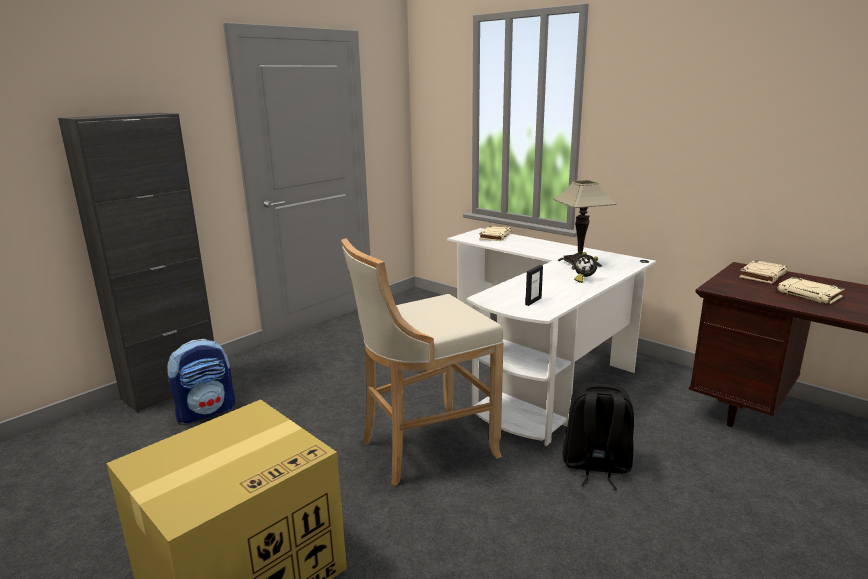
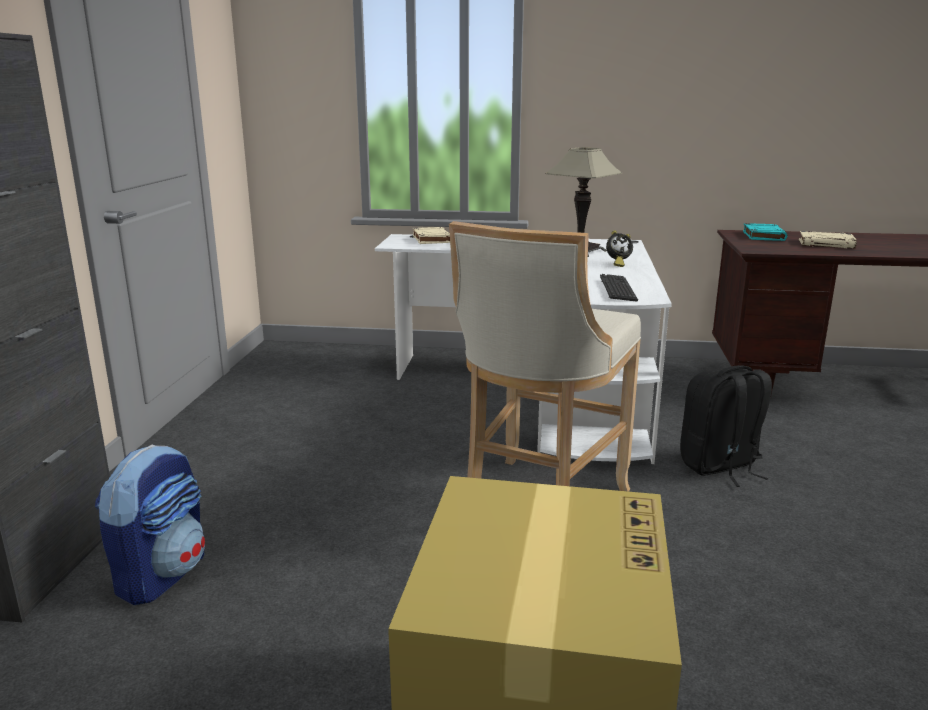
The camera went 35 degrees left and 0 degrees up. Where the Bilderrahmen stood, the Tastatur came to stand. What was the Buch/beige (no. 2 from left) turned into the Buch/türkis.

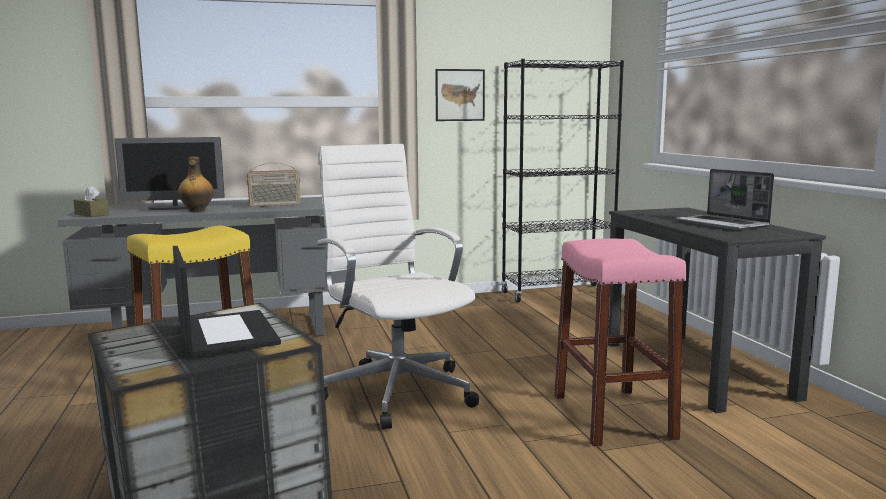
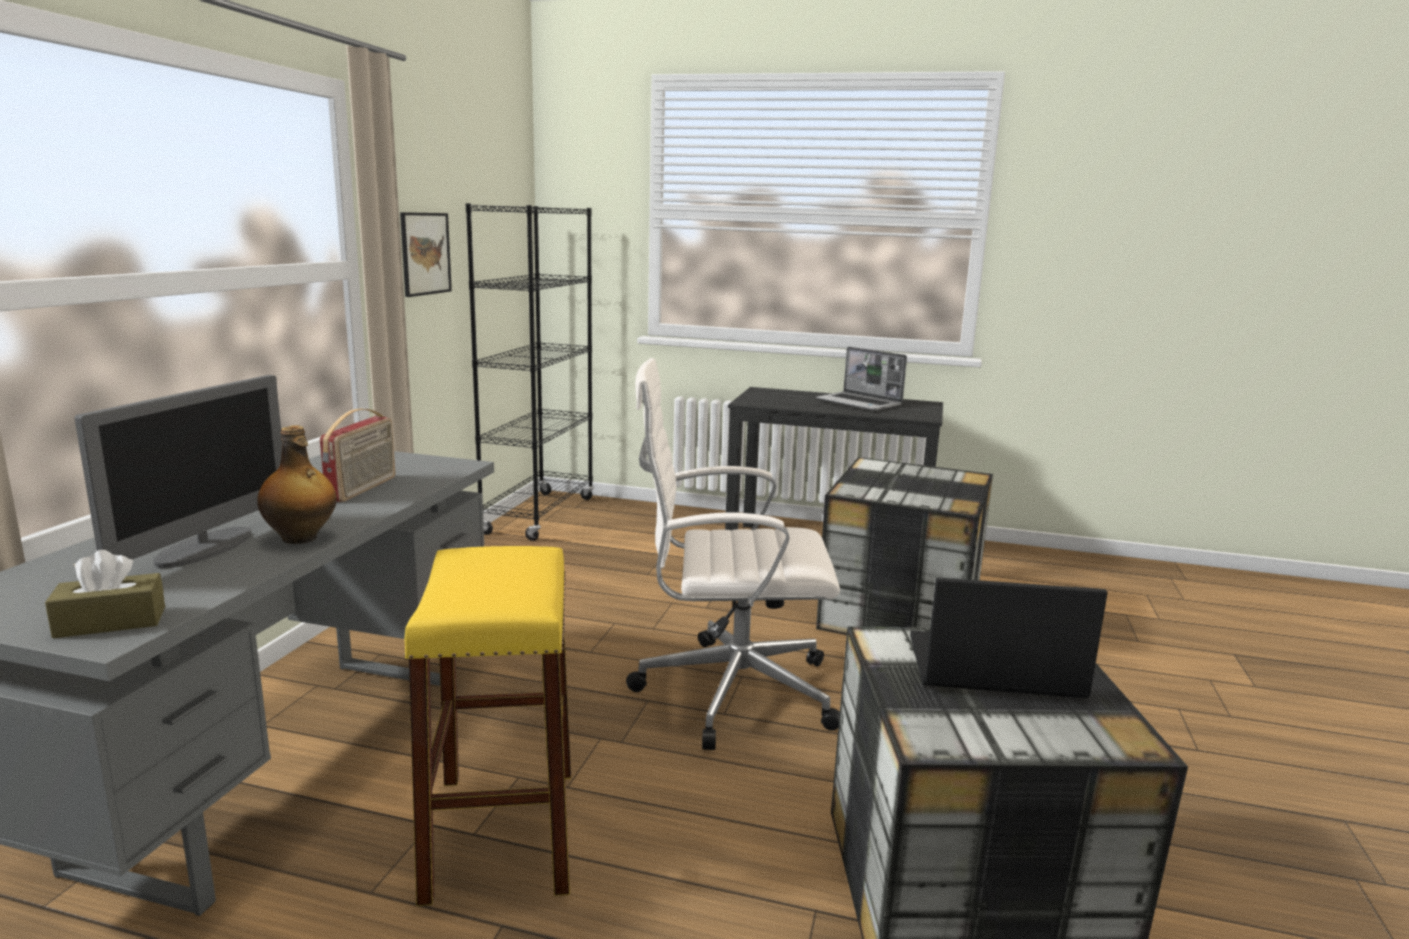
The camera went 60 degrees left and 5 degrees up. The Laptop (no. 2 from left in the first image) ended up facing another way, 45 degrees clockwise from before. Where the Hocker/rosa stood, the Aufbewahrungsbox (no. 1 from left) came to stand.

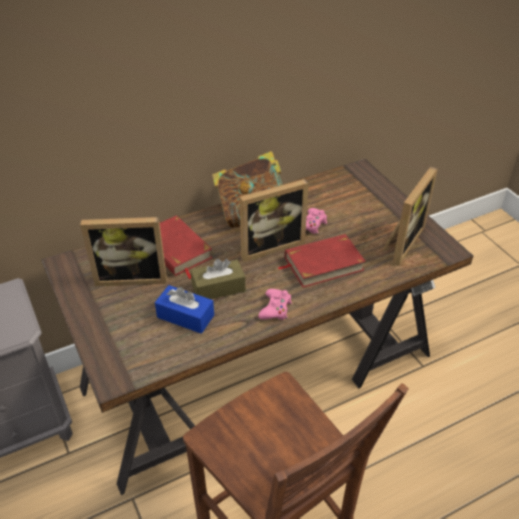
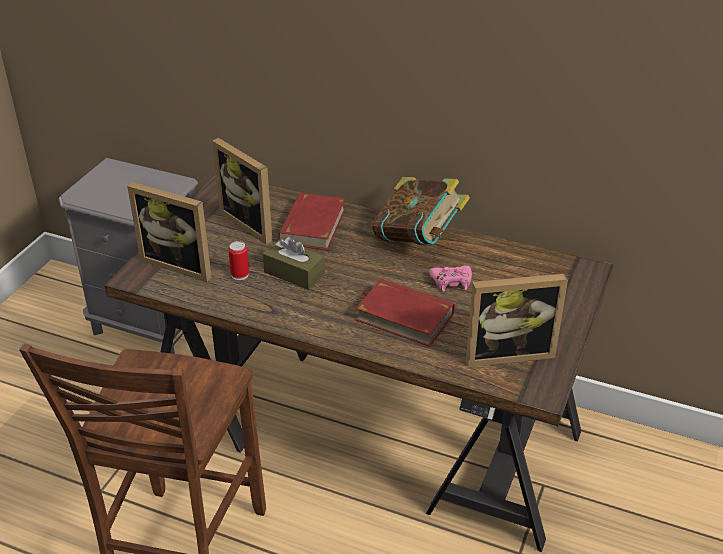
The camera went 50 degrees right and 5 degrees down. The Bilderrahmen (no. 2 from left in the first image) ended up elsewhere. Where the Taschentuchbox/blau stood, the Dose came to stand. The second view lost the Gamepad/rosa (no. 1 from left).

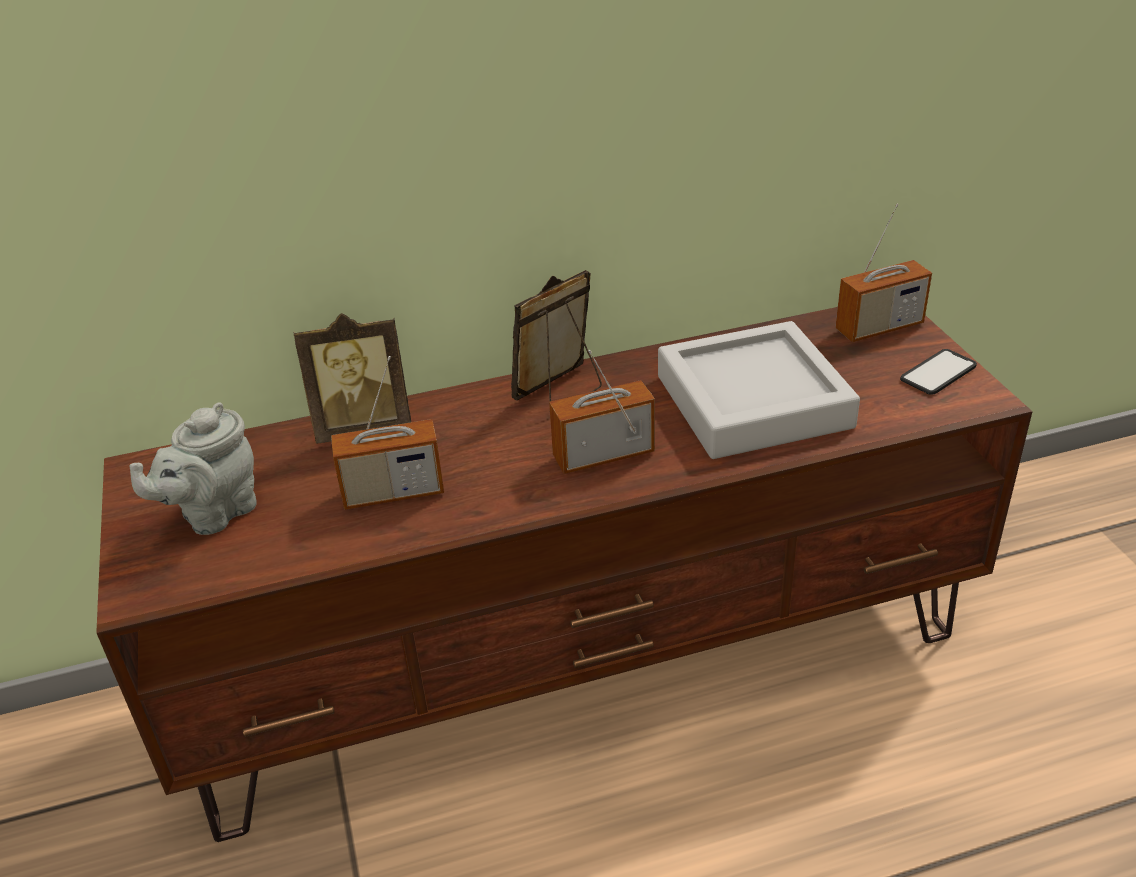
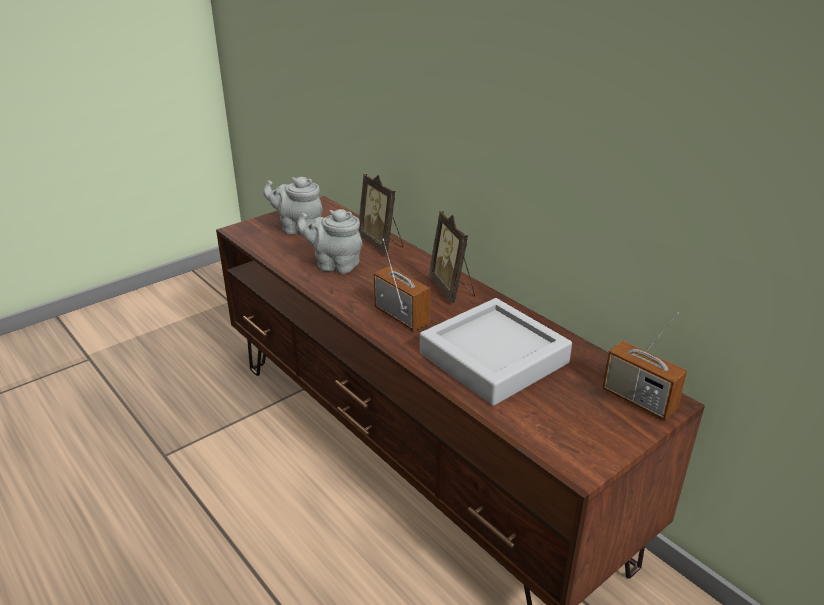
The camera went 65 degrees right and 5 degrees down. Where the Radio (no. 1 from left) stood, the Teekanne/grau (no. 2 from left) came to stand. The Bilderrahmen (no. 2 from left) ended up facing another way, 135 degrees counterclockwise from before. The second view lost the Handy.

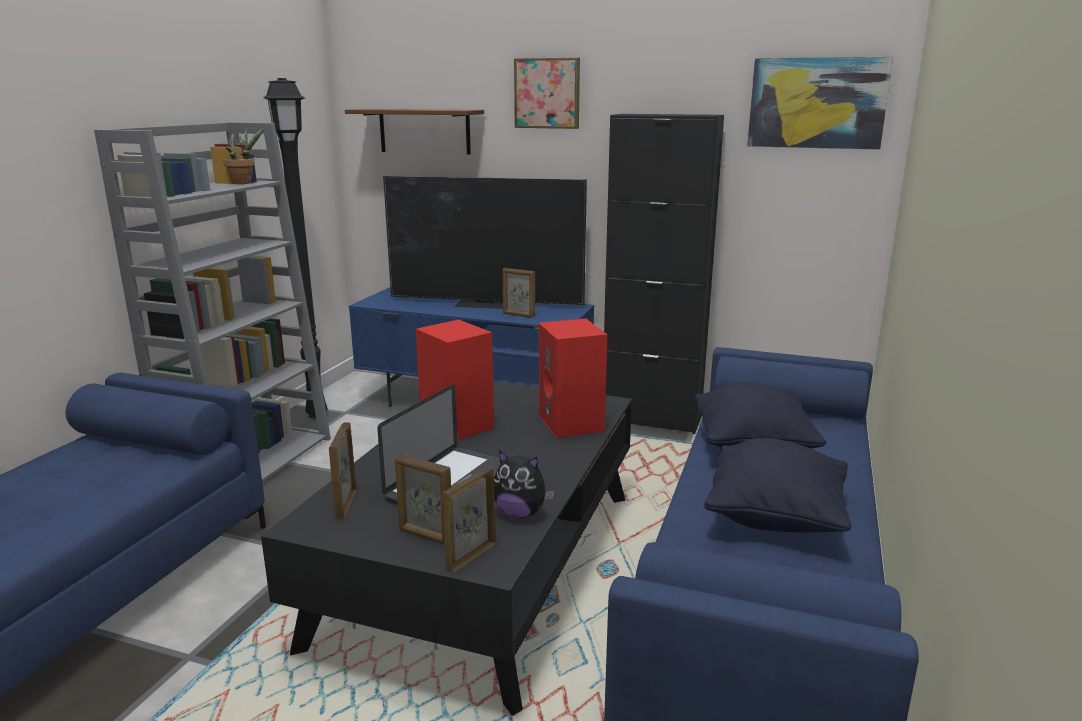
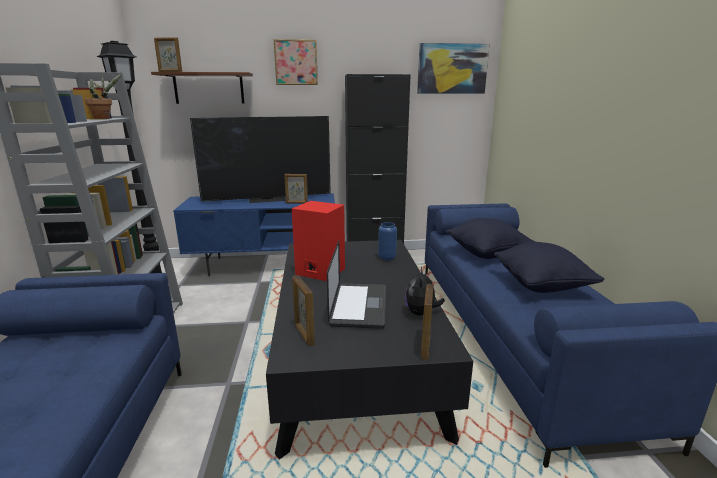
The camera went 25 degrees left and 0 degrees up. The Bilderrahmen (no. 2 from left in the first image) ended up elsewhere. Where the Lautsprecher/rot (no. 2 from left) stood, the Vase/blau came to stand. The Plüschtier ended up facing another way, 105 degrees clockwise from before.

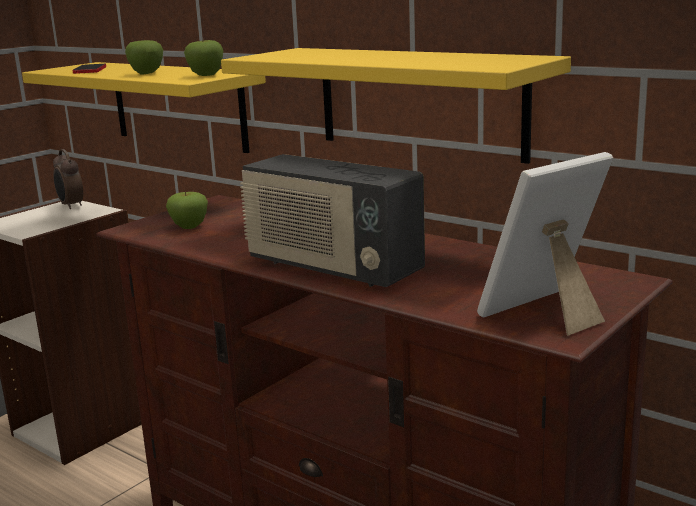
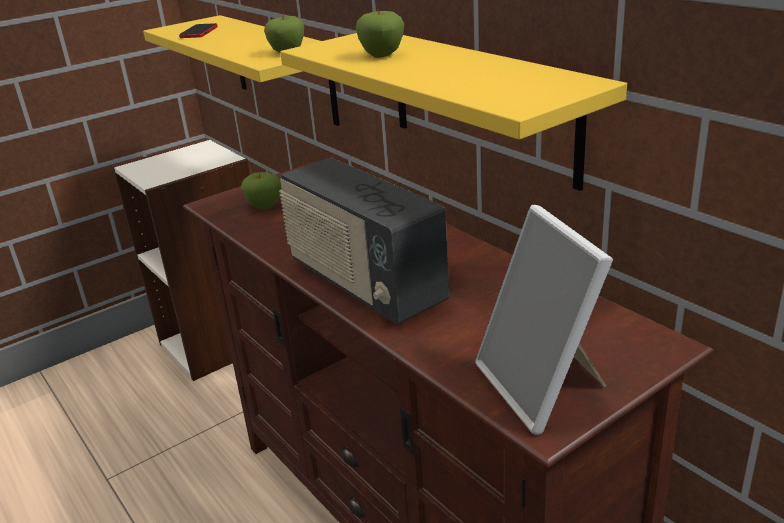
The camera went 15 degrees right and 10 degrees up. The Apfel (no. 1 from left in the first image) ended up elsewhere. The Bilderrahmen ended up facing another way, 90 degrees counterclockwise from before. The second view lost the Wecker.

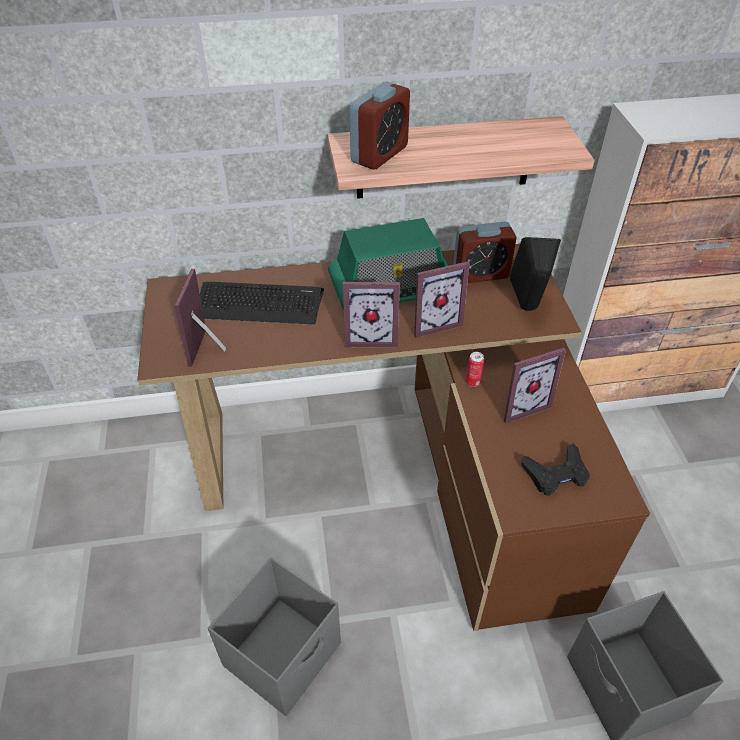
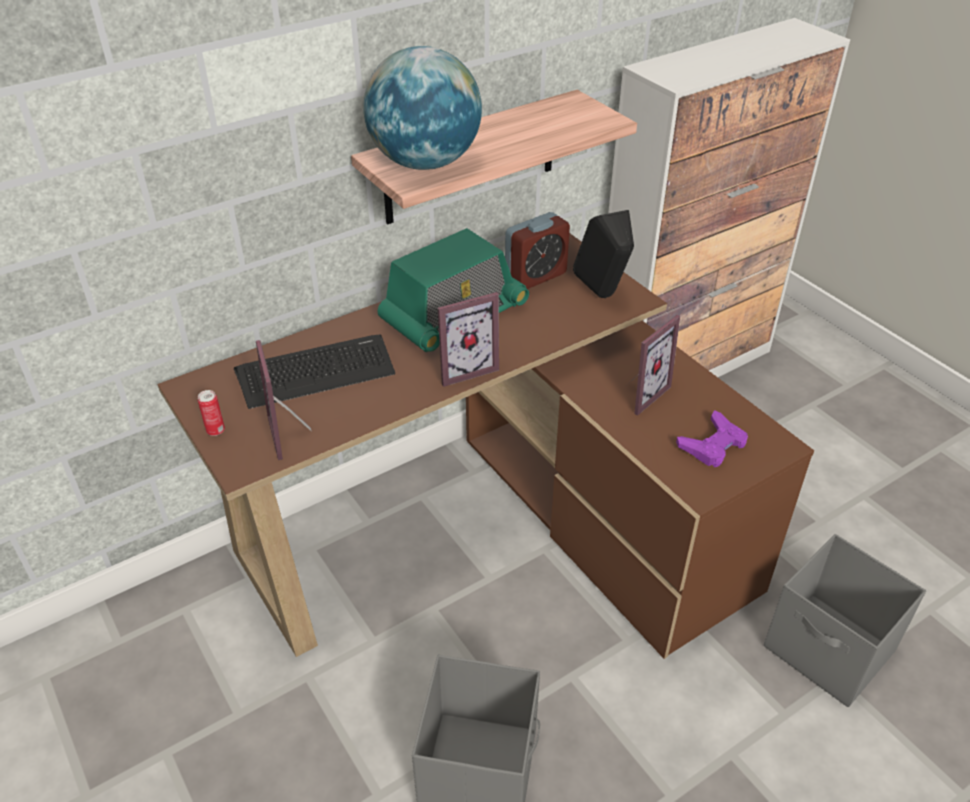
The camera went 25 degrees left and 5 degrees down. The Dose ended up elsewhere. Where the Wecker (no. 1 from left) stood, the Globus came to stand. What was the Gamepad/schwarz turned into the Gamepad/lila. The second view lost the Bilderrahmen (no. 3 from left).

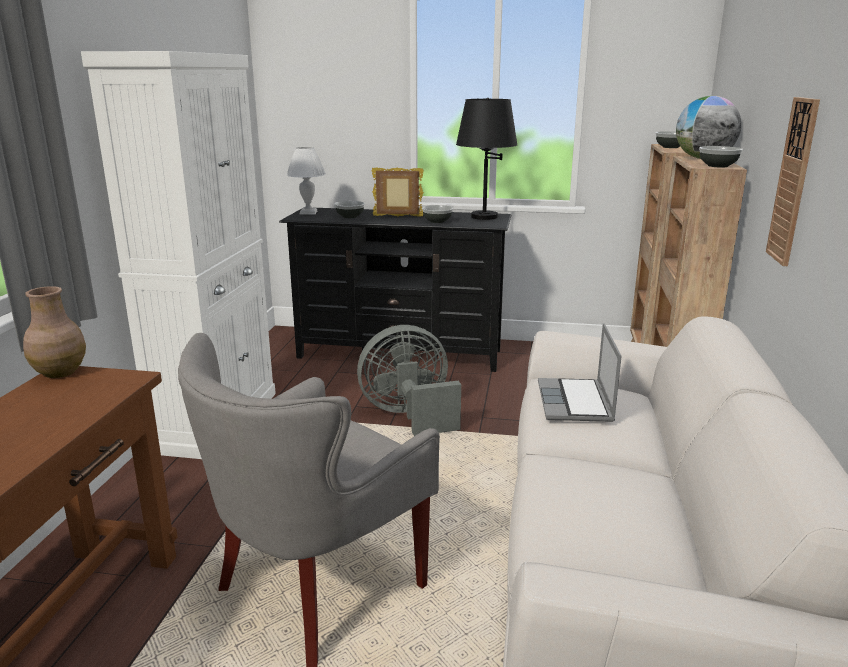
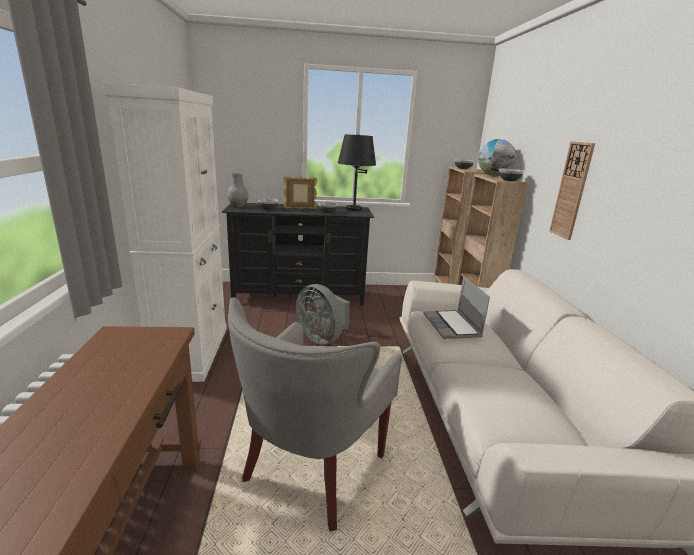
The camera went 15 degrees left and 0 degrees up. Where the Tischlampe/weiß stood, the Vase/grau came to stand. The Ventilator/grau ended up facing another way, 105 degrees counterclockwise from before. The second view lost the Vase/braun.

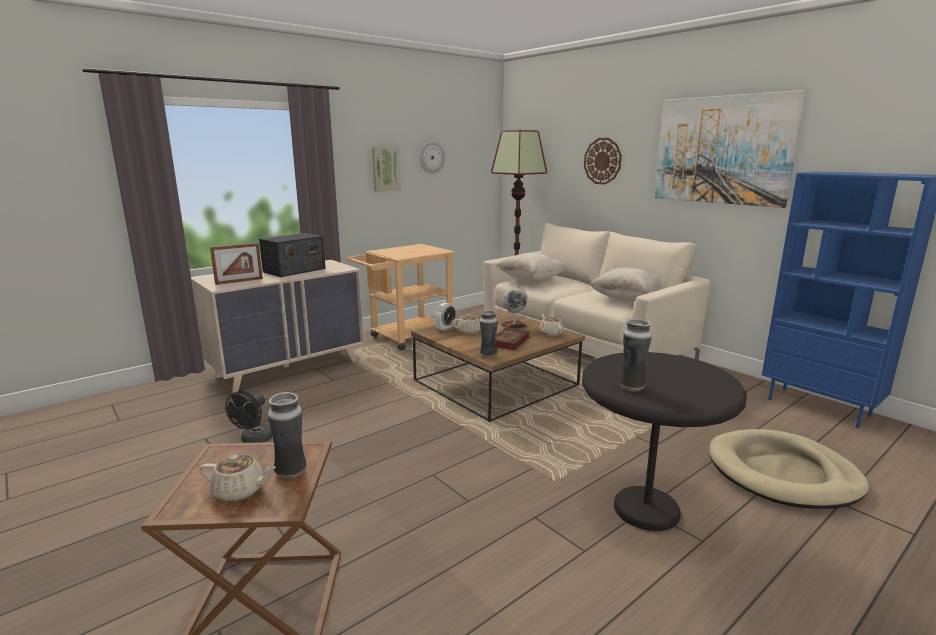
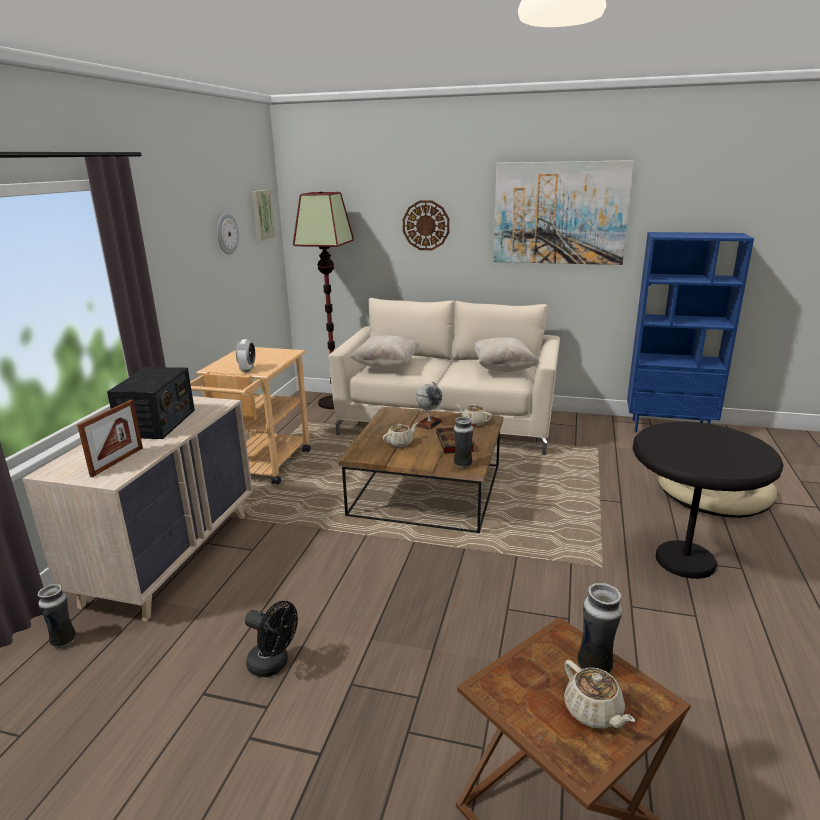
The camera went 35 degrees left and 5 degrees up. The Vase (no. 3 from left in the first image) ended up elsewhere. The Wecker ended up elsewhere. The Ventilator/schwarz ended up facing another way, 45 degrees counterclockwise from before. The Bild (no. 1 from left) ended up elsewhere. The Teekanne/beige (no. 1 from left in the first image) ended up facing another way, 90 degrees clockwise from before.

